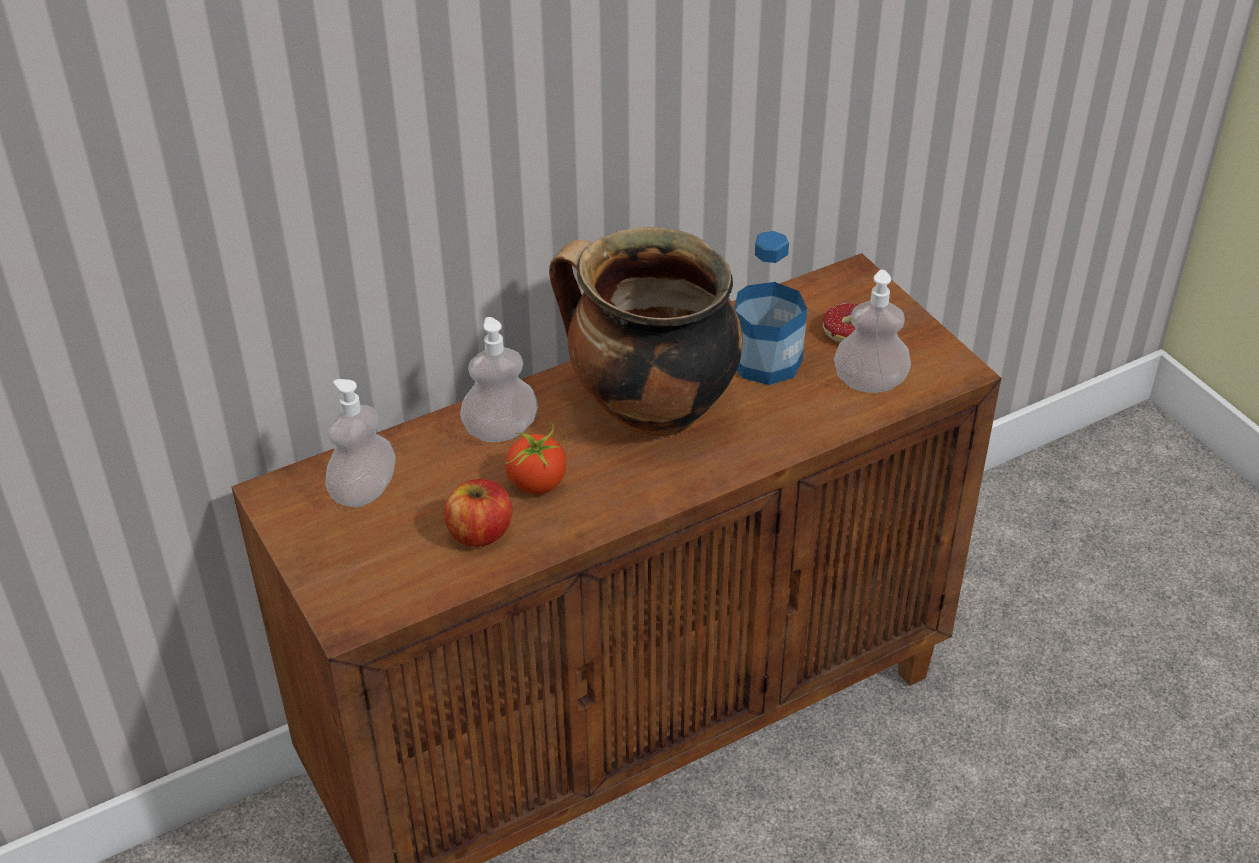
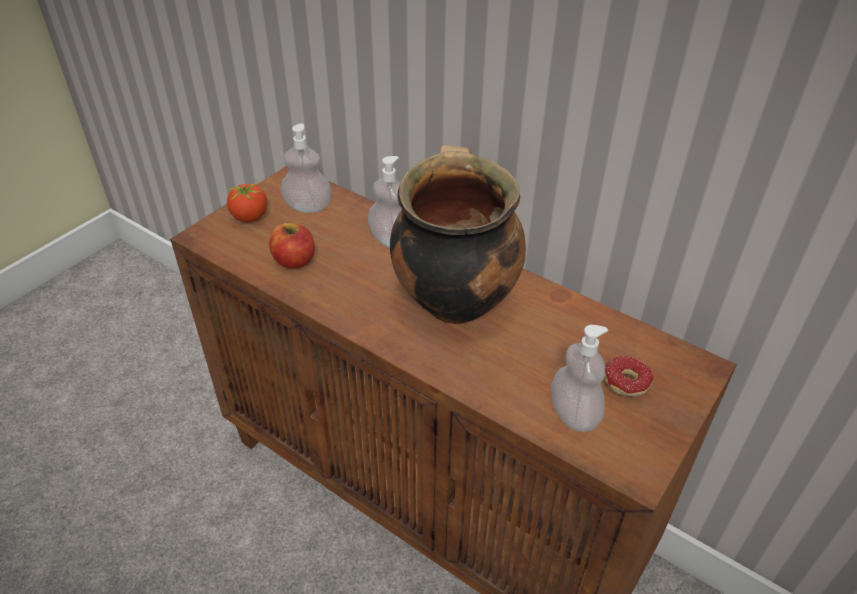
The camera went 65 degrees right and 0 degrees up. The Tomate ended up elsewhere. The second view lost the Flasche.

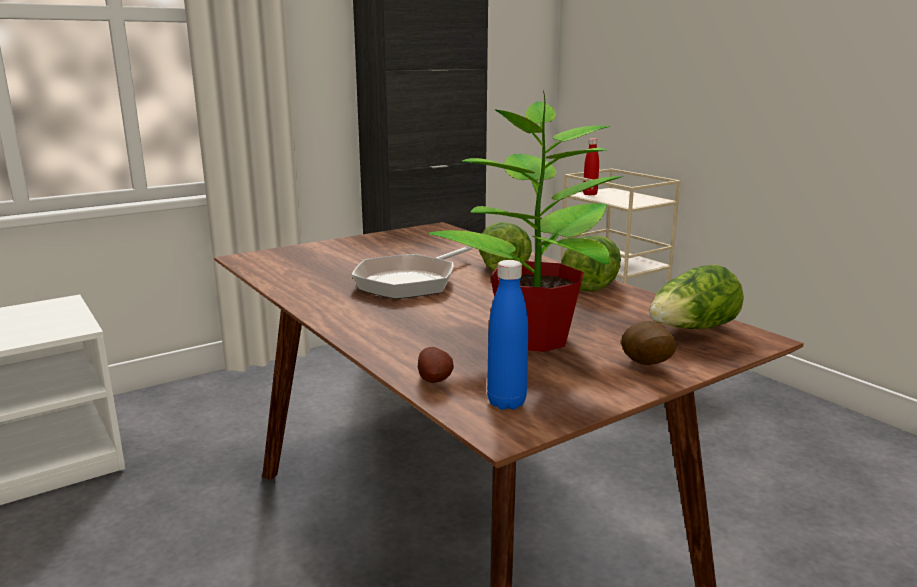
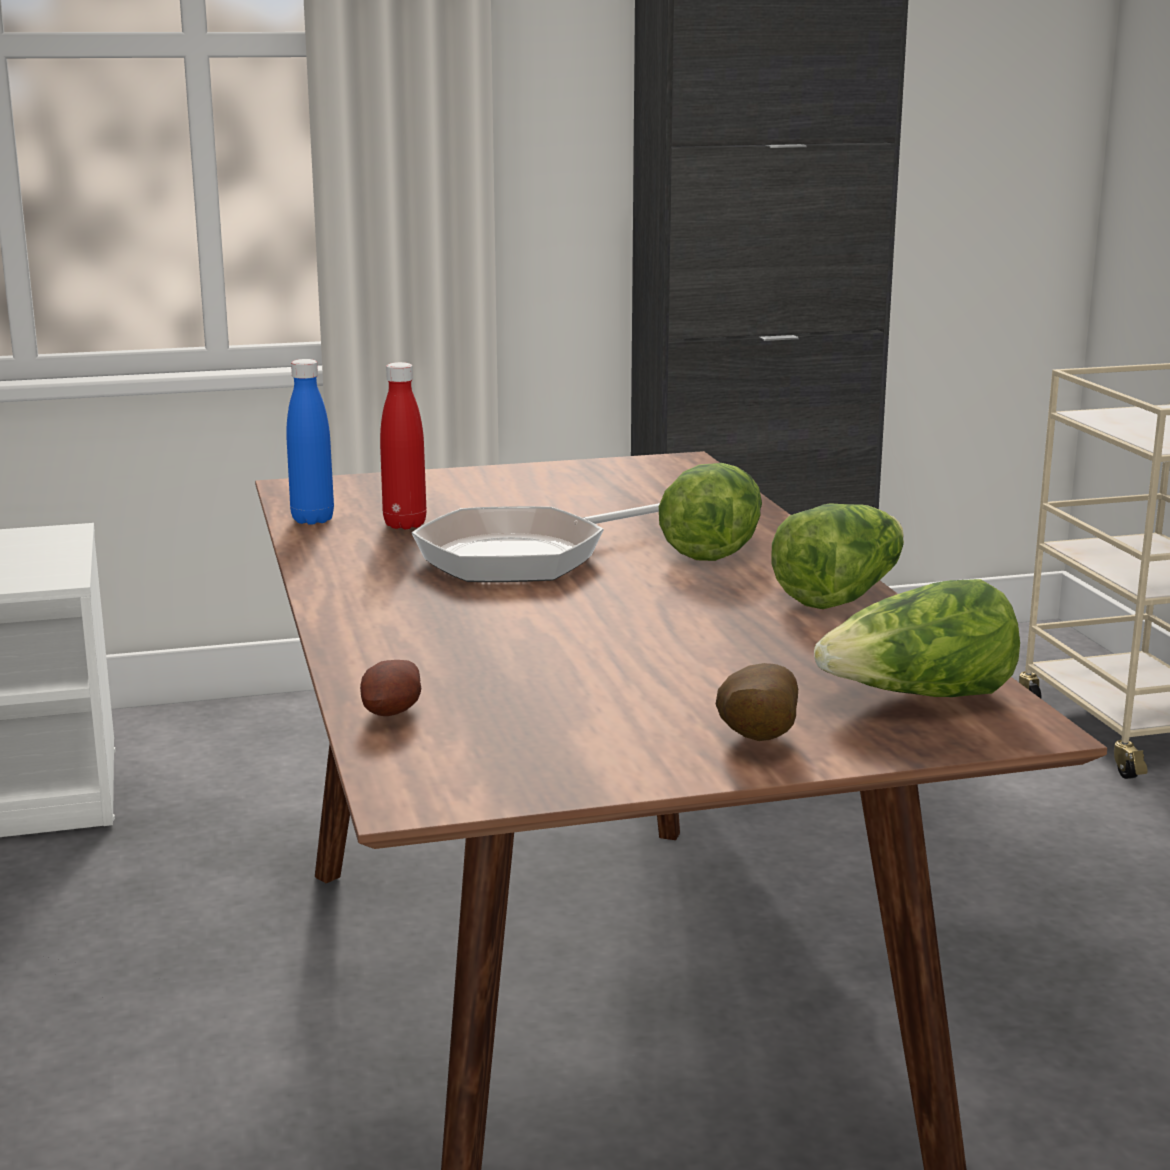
The camera went 20 degrees right and 0 degrees up. The Flasche/blau ended up elsewhere. The Flasche/rot ended up elsewhere. The second view lost the Topfpflanze.

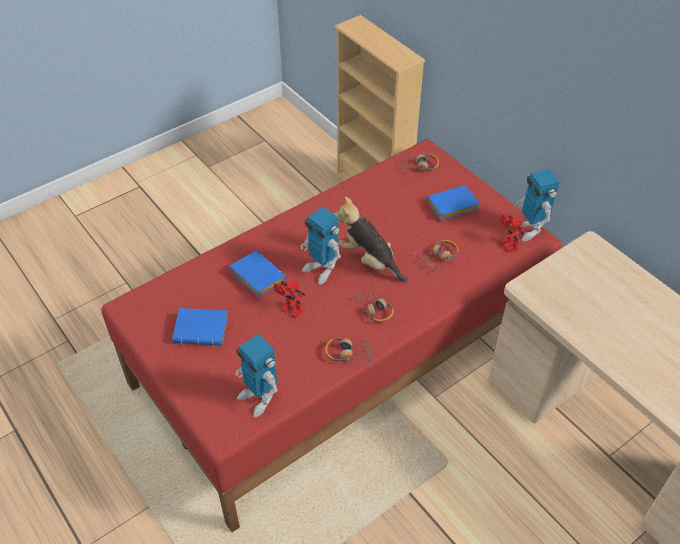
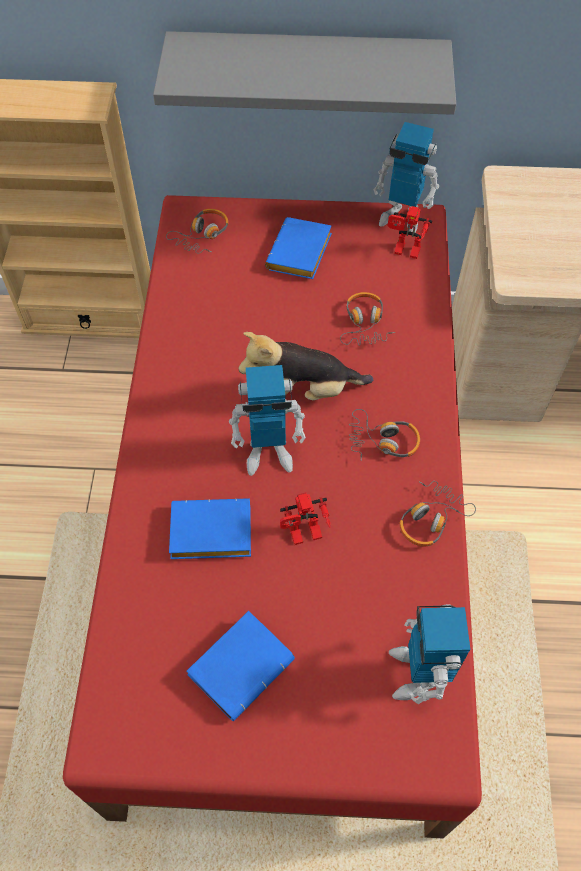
The camera went 50 degrees left and 10 degrees up. The second view gained the Wandregal/grau. The Spielzeugroboter (no. 1 from left in the first image) ended up facing another way, 90 degrees clockwise from before.

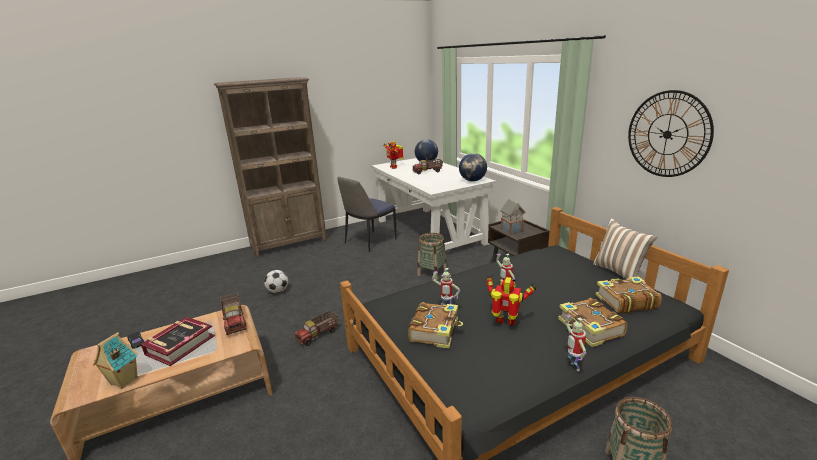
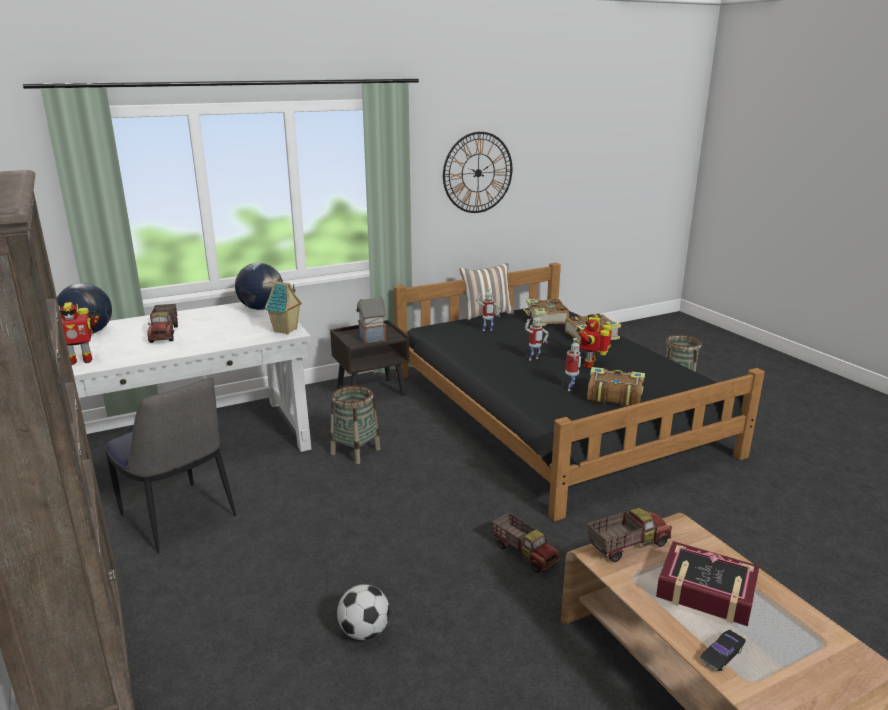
The camera went 90 degrees left and 0 degrees up. The Spielzeughaus (no. 1 from left) ended up elsewhere. The Spielzeugroboter (no. 5 from left in the first image) ended up elsewhere.

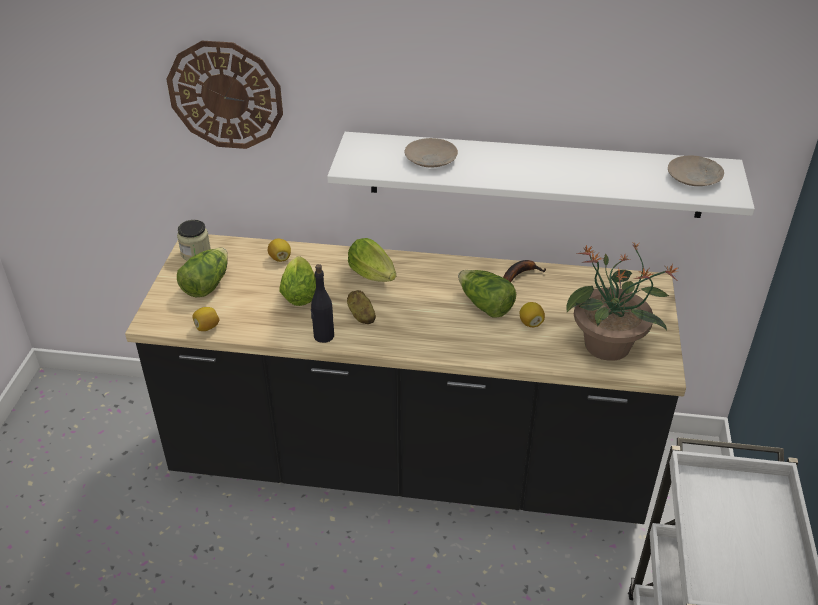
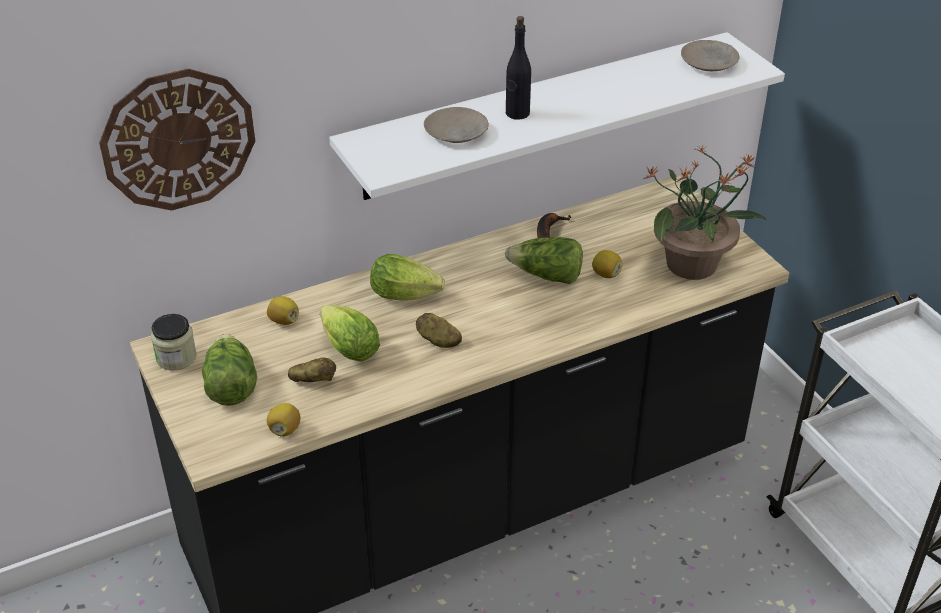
The camera went 35 degrees left and 0 degrees up. The second view gained the Kartoffel (no. 1 from left). The Flasche/schwarz ended up elsewhere.

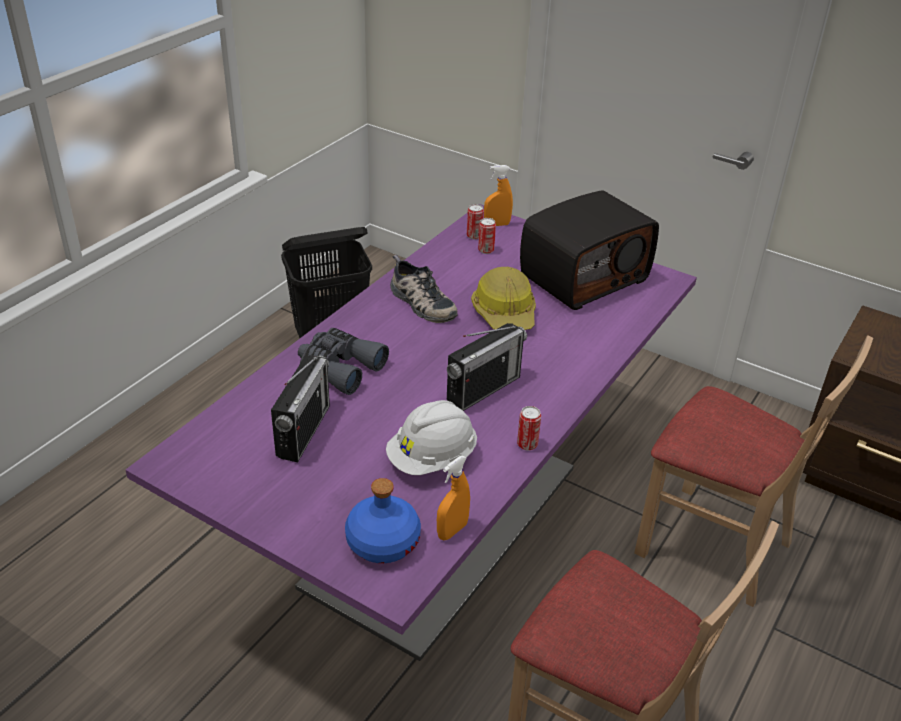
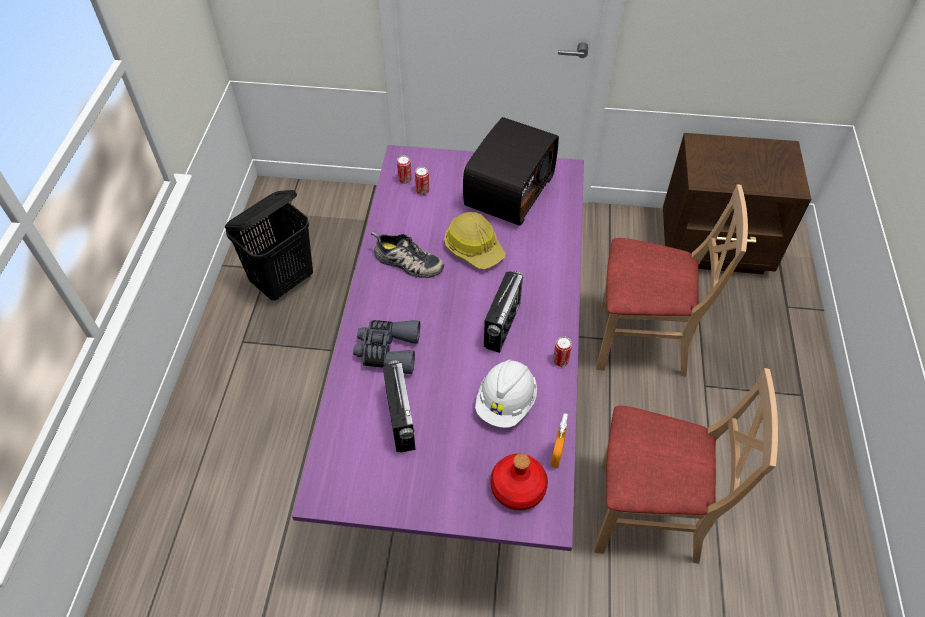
The camera went 25 degrees left and 15 degrees up. What was the Flasche/blau turned into the Flasche/rot. The second view lost the Sprühflasche/orange (no. 2 from left).

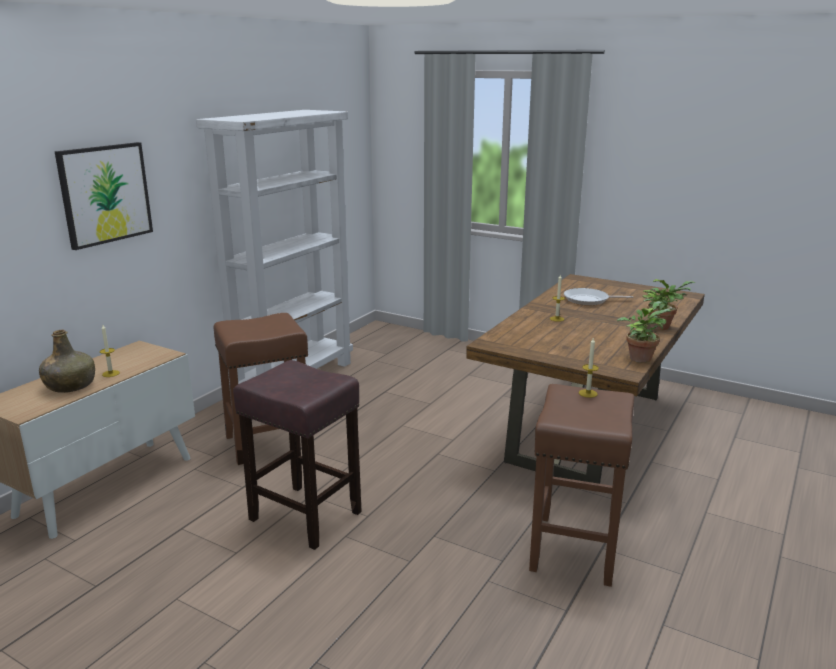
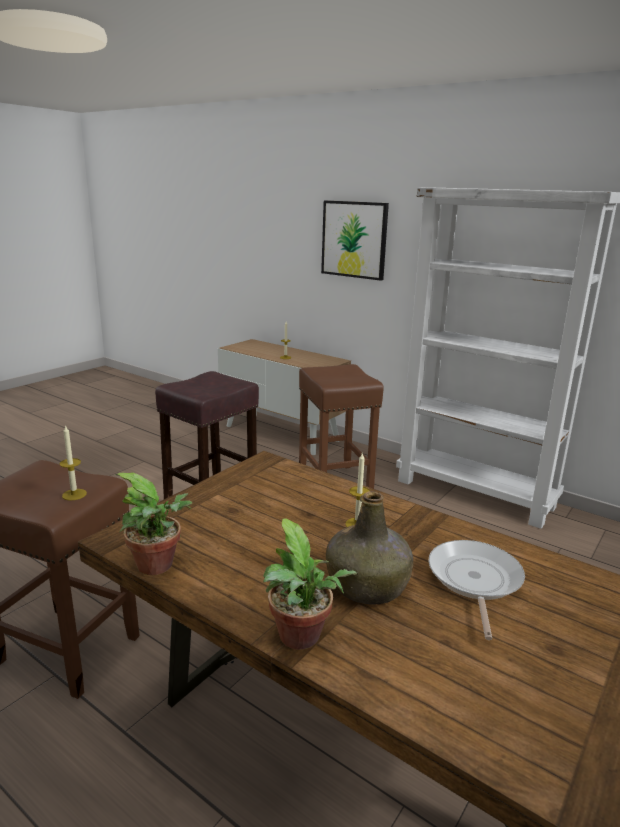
The camera went 95 degrees right and 0 degrees up. The Flasche/grün ended up elsewhere.

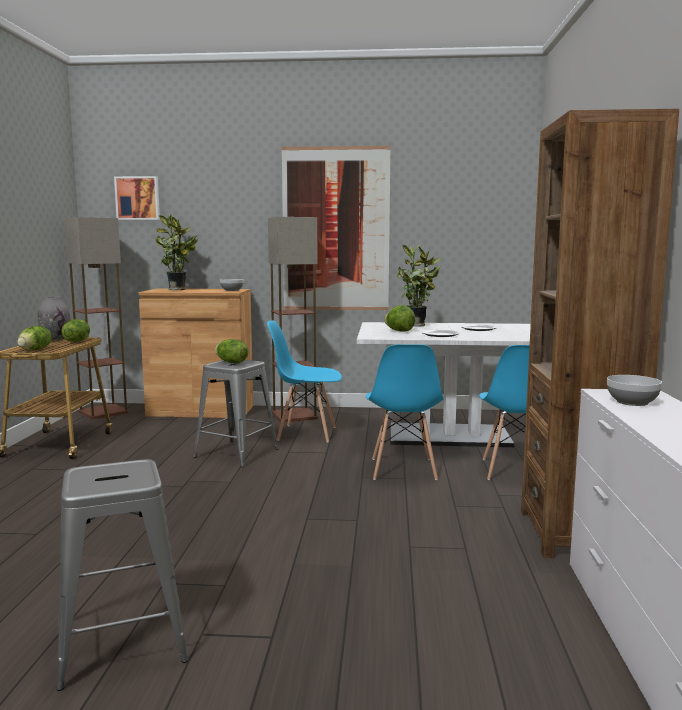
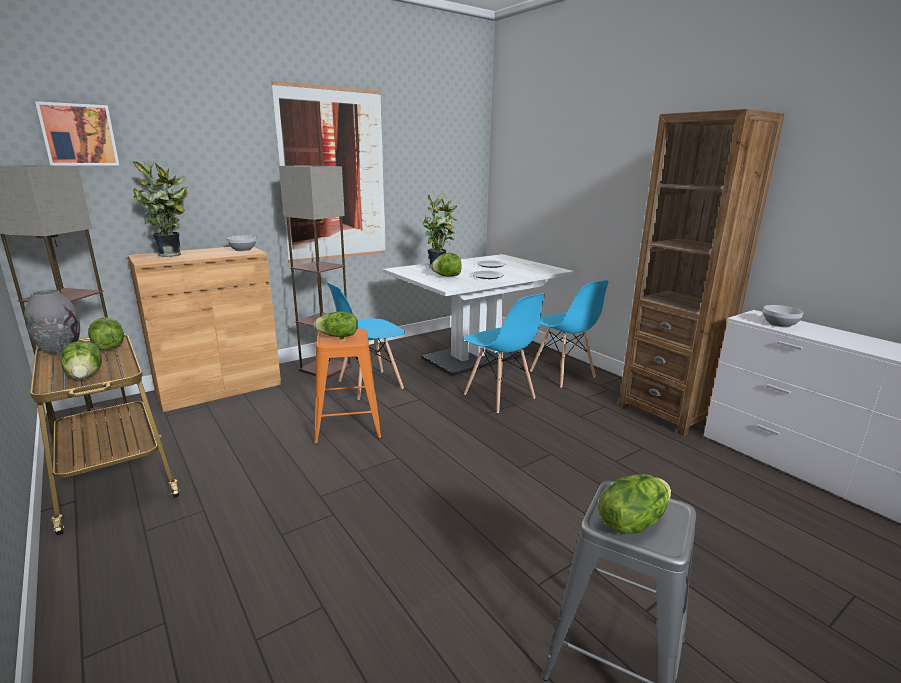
The camera went 40 degrees left and 10 degrees up. What was the Hocker/grau (no. 2 from left) turned into the Hocker/orange. The second view gained the Salatkopf (no. 5 from left).

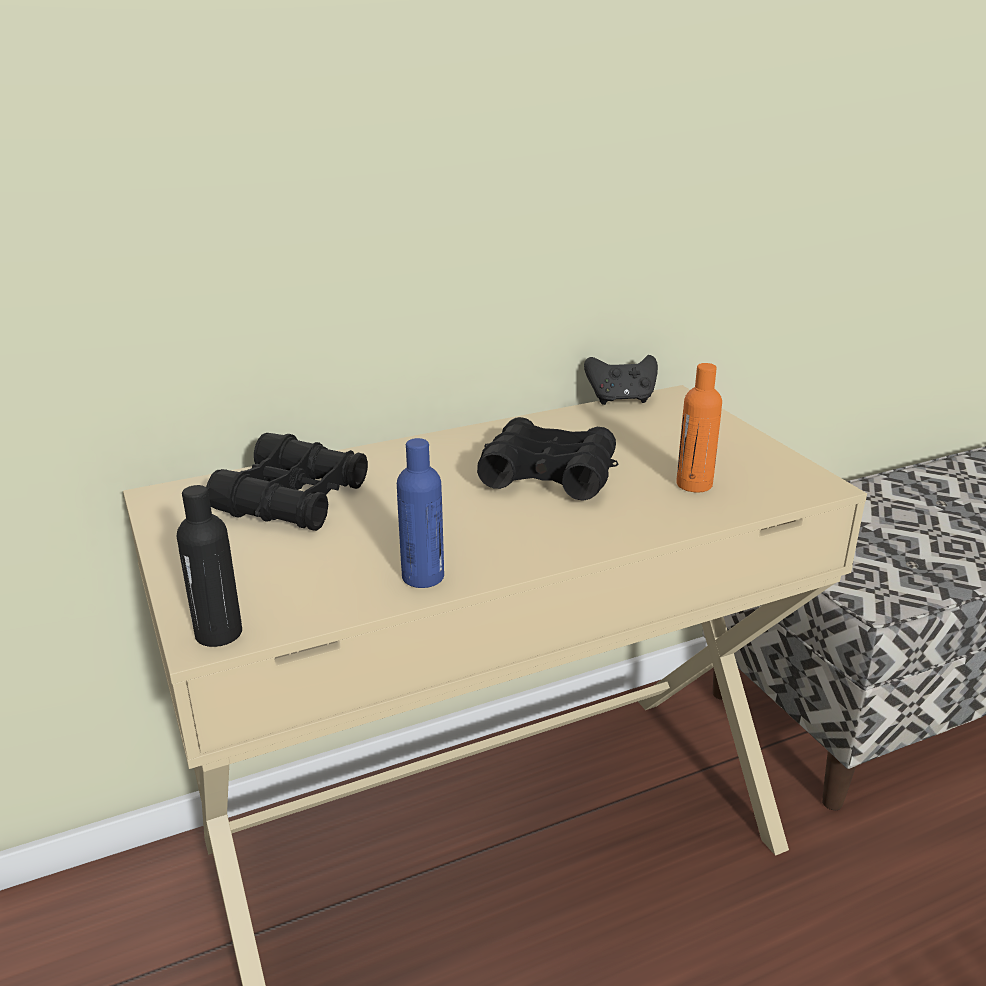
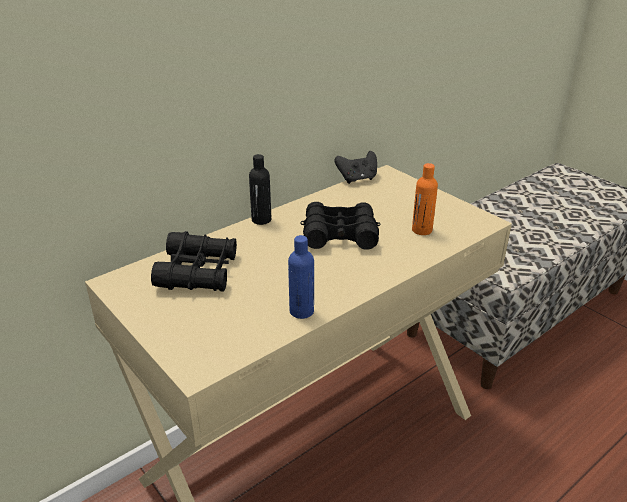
The camera went 15 degrees left and 5 degrees up. The Flasche/schwarz ended up elsewhere.

